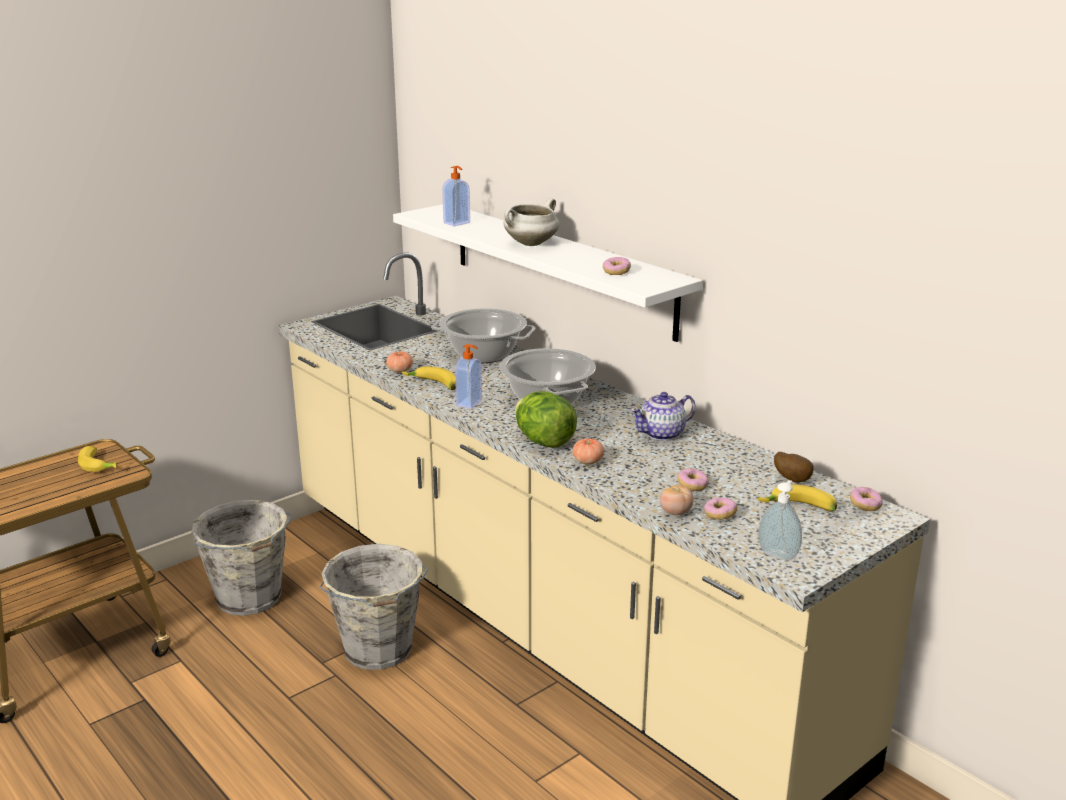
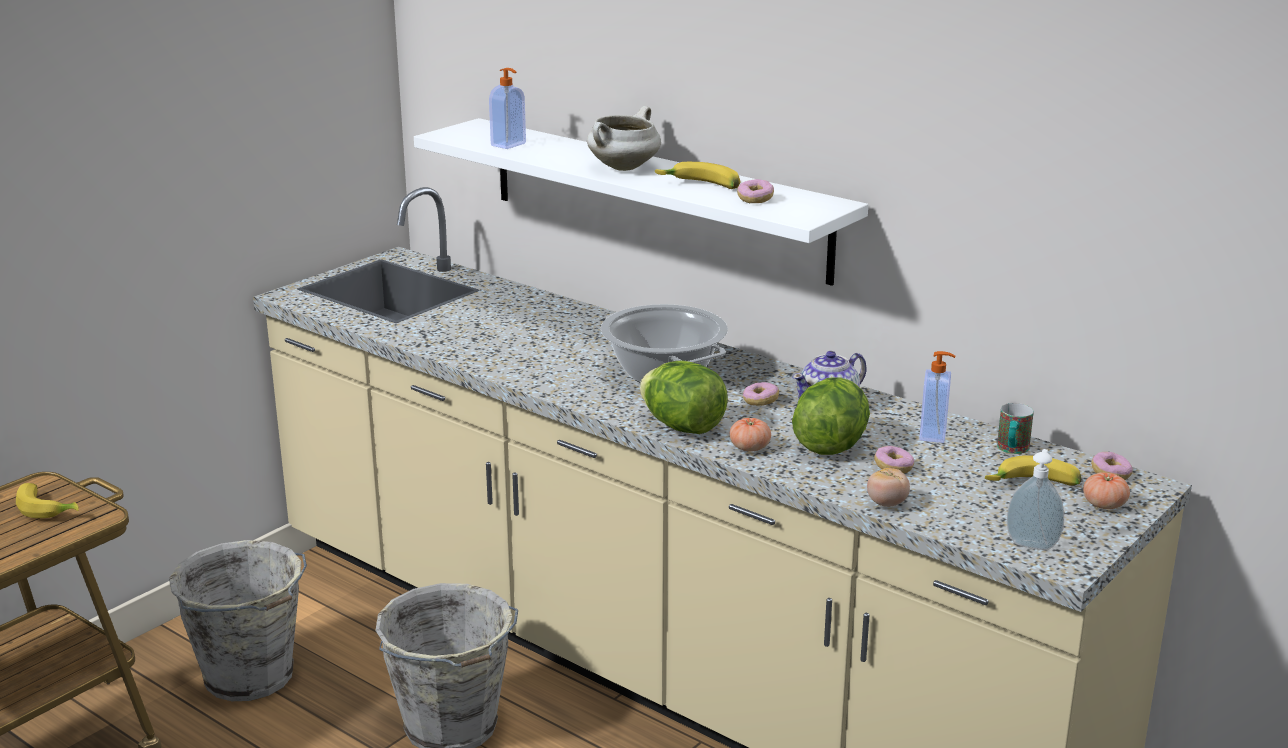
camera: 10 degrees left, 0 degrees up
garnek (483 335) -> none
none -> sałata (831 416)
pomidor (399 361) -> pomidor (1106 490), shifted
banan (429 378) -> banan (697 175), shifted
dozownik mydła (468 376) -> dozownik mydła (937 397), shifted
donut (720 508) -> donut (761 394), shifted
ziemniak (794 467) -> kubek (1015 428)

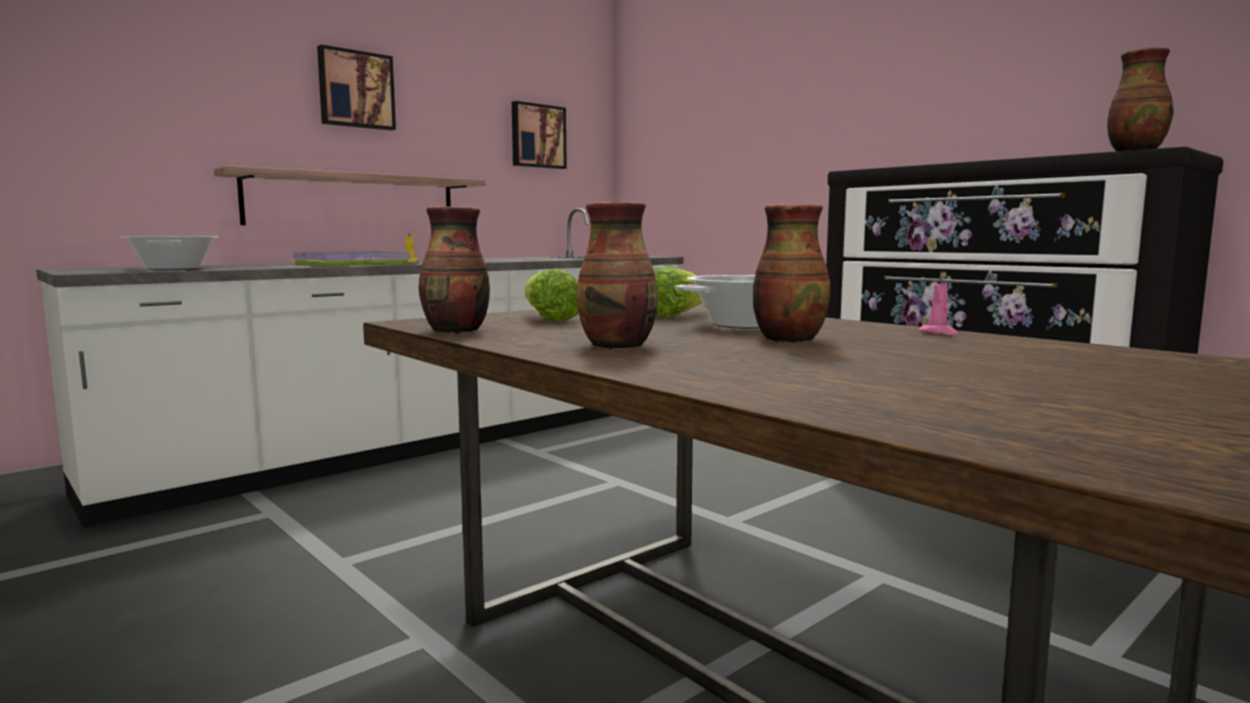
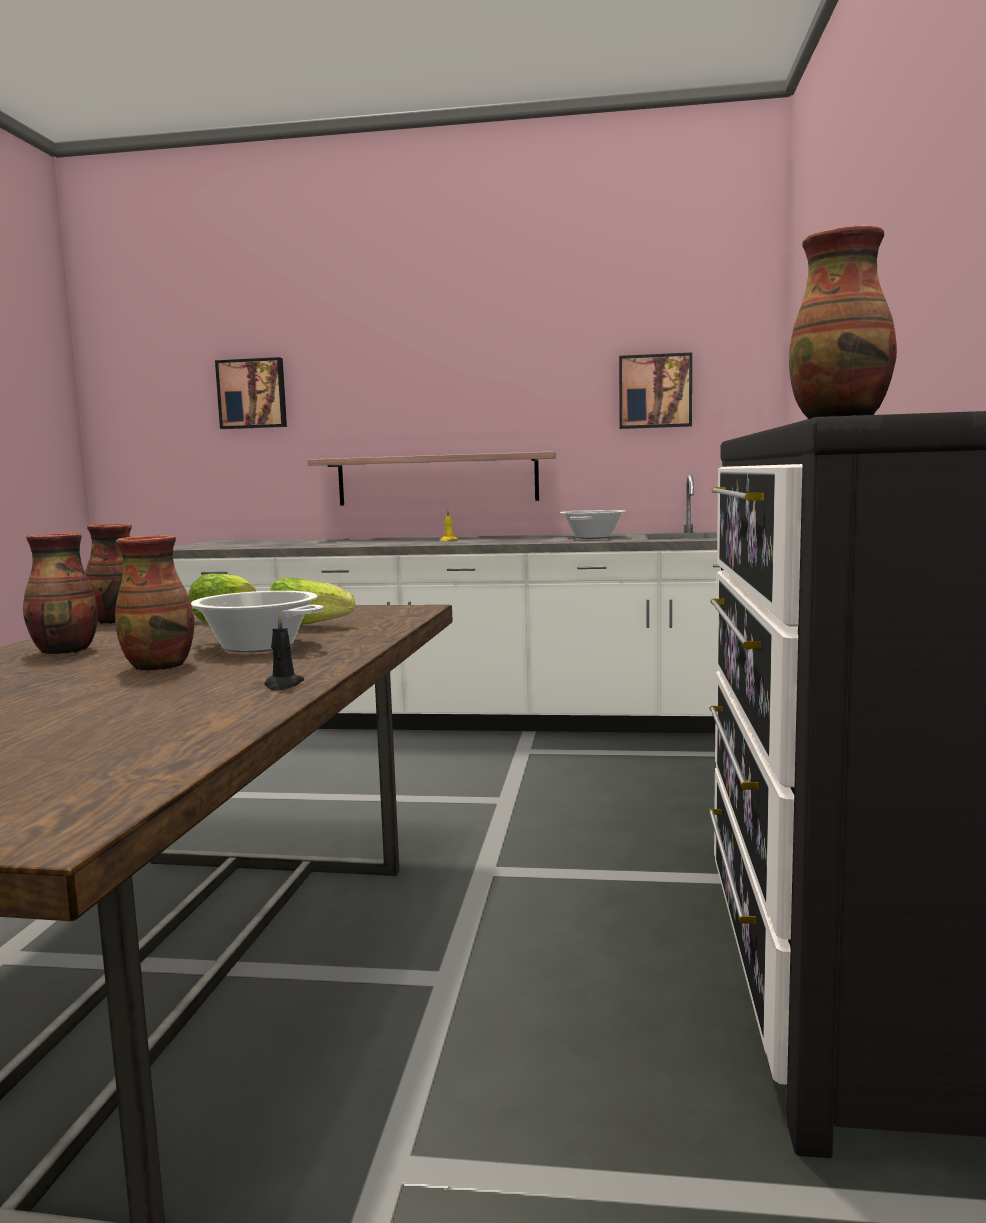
camera: 50 degrees right, 0 degrees up
taca [fioletowy] (351 258) -> none
garnek (169 253) -> garnek (593 524), shifted
obraz (356 88) -> obraz (251 393), shifted
świeca [różowy] (938 303) -> świeca [czarny] (284 651)

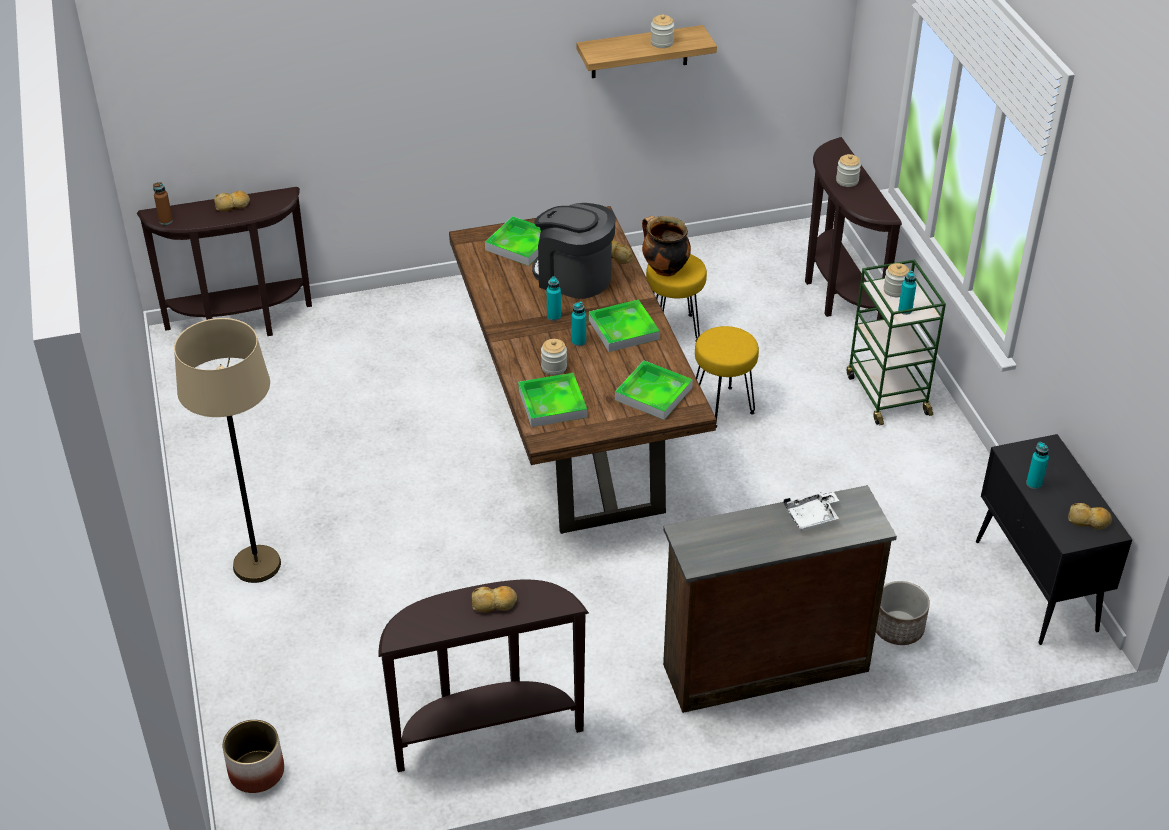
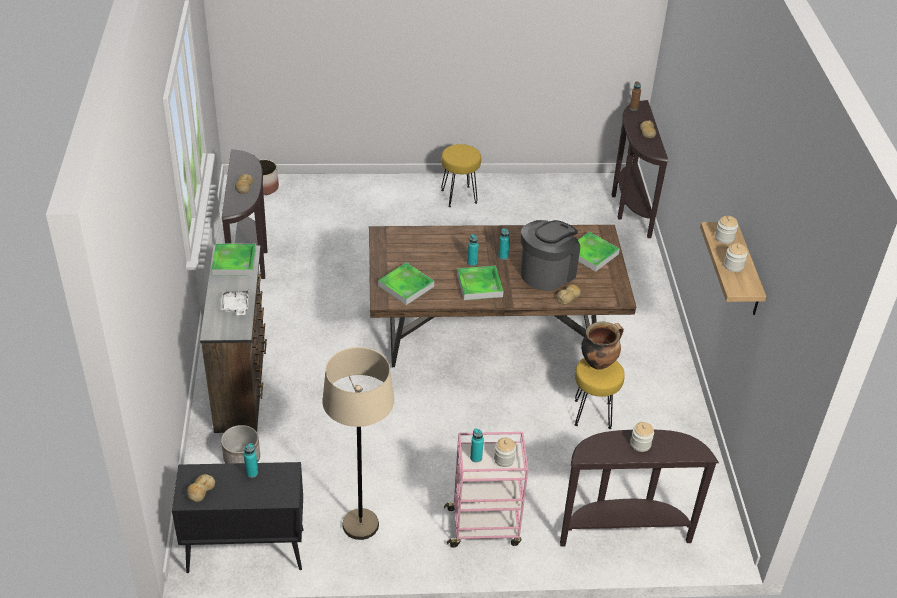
camera: 100 degrees right, 0 degrees up
lampa stojąca [beżowy] (227 450) -> lampa stojąca [beżowy] (358 443), shifted
taca (552 400) -> taca (233 260), shifted
słoik (554 357) -> słoik (726 230), shifted
stołek [żółty] (727 377) -> stołek [żółty] (461 175), shifted
wózek [zielony] (896 342) -> wózek [różowy] (486 489)

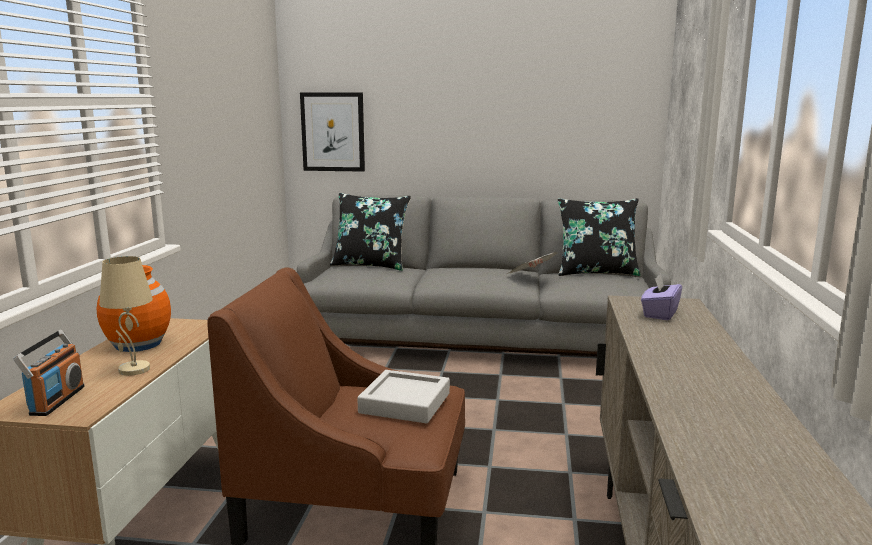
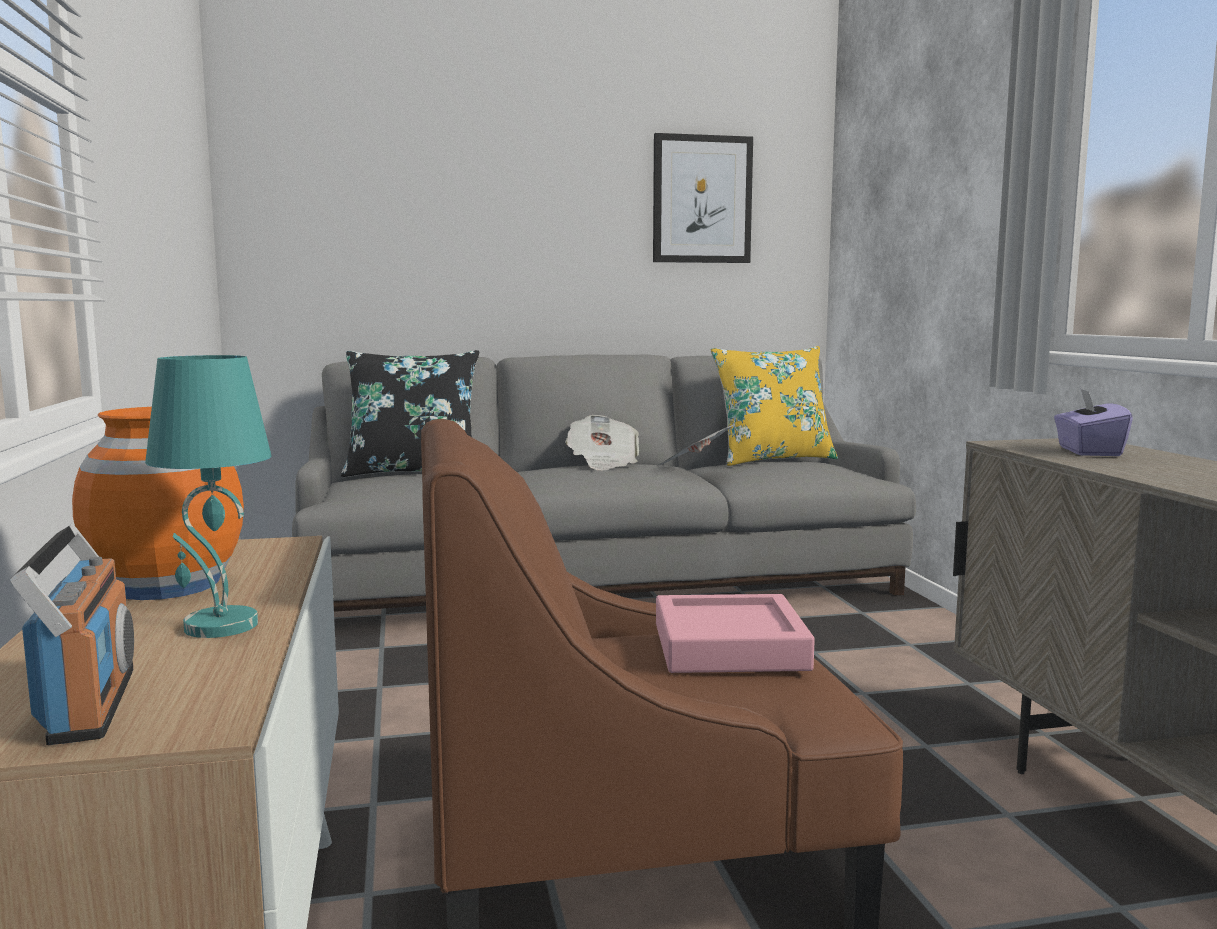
camera: 20 degrees left, 5 degrees down
none -> gazeta (602 442)
obraz (332 132) -> obraz (703 198), shifted
lampa stołowa [beżowy] (126 316) -> lampa stołowa [turkusowy] (208 496)
taca [szary] (403 396) -> taca [różowy] (735 633)
poduszka [czarny] (599 237) -> poduszka [żółty] (774 406)

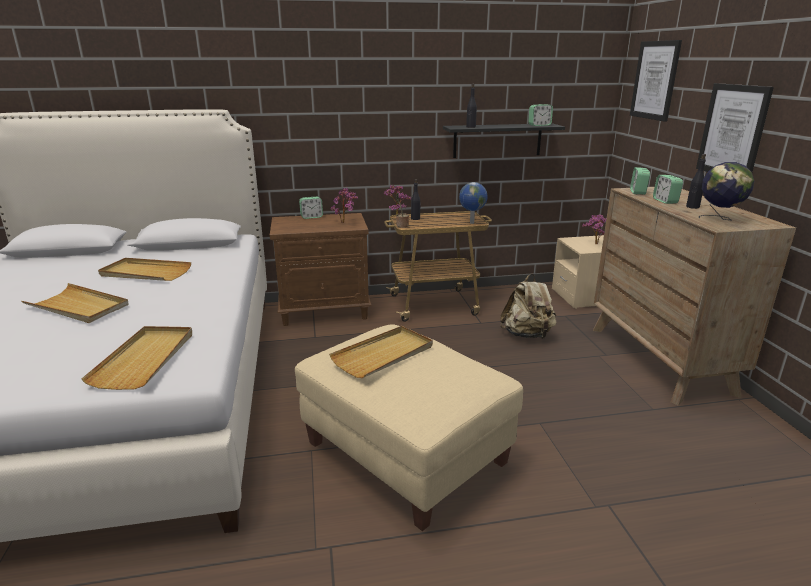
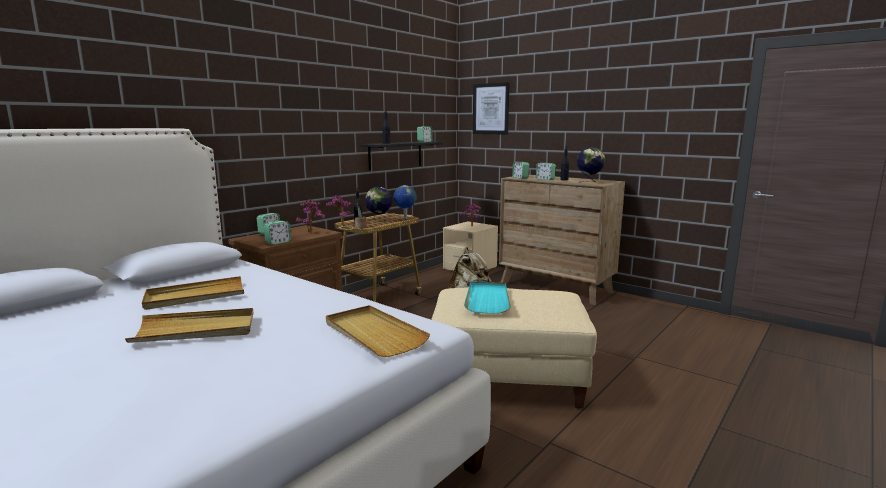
camera: 40 degrees left, 10 degrees down
obraz (735 127) -> none
none -> budzik (277 233)
none -> globus (378 204)
taca [beżowy] (381 352) -> taca [turkusowy] (487 298)

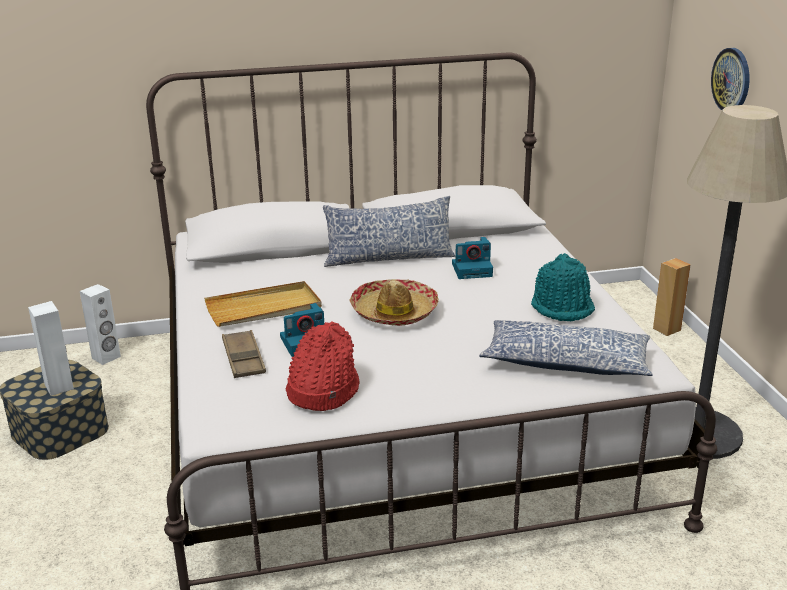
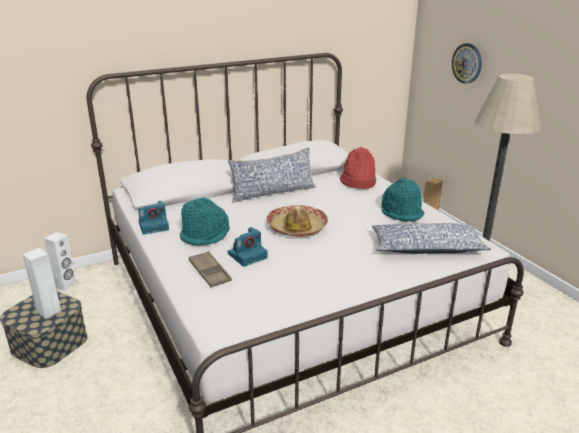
camera: 15 degrees left, 0 degrees up
kapelusz [czerwony] (323 366) -> kapelusz [czerwony] (358 168), shifted
aparat fotograficzny (472 258) -> aparat fotograficzny (153 218), shifted
taca [beżowy] (263 304) -> kapelusz [turkusowy] (205 221)

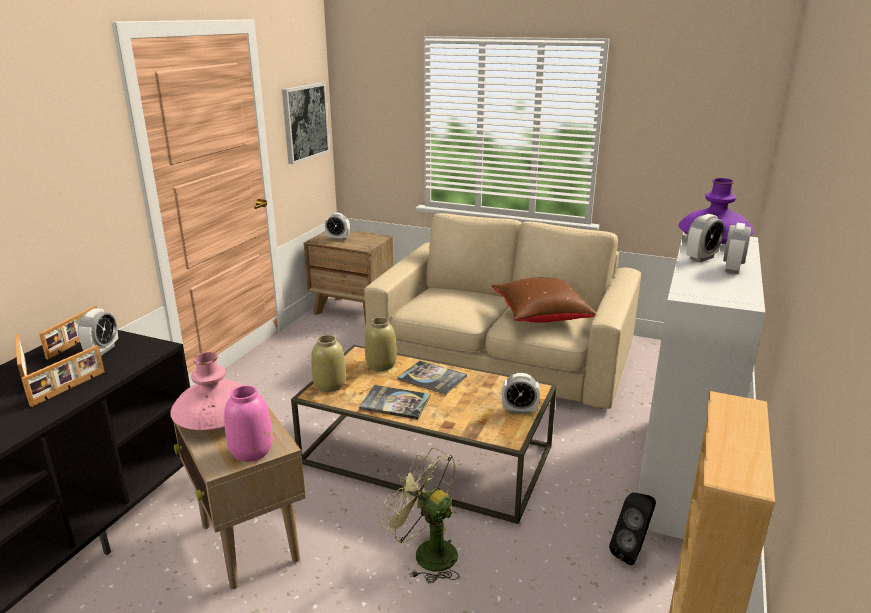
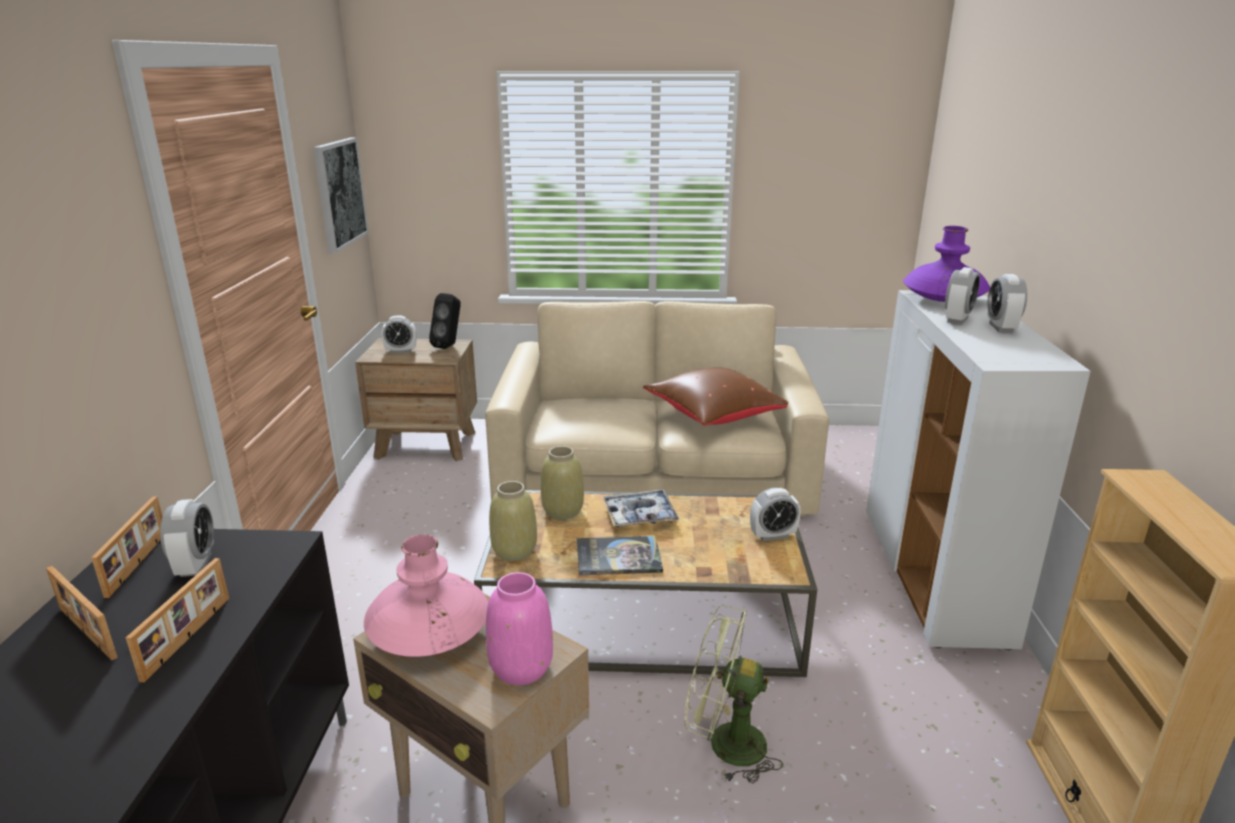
camera: 20 degrees left, 0 degrees up
głośnik [czarny] (632 528) -> głośnik [czarny] (445 321), shifted
książka (432 378) -> taca (641 508)

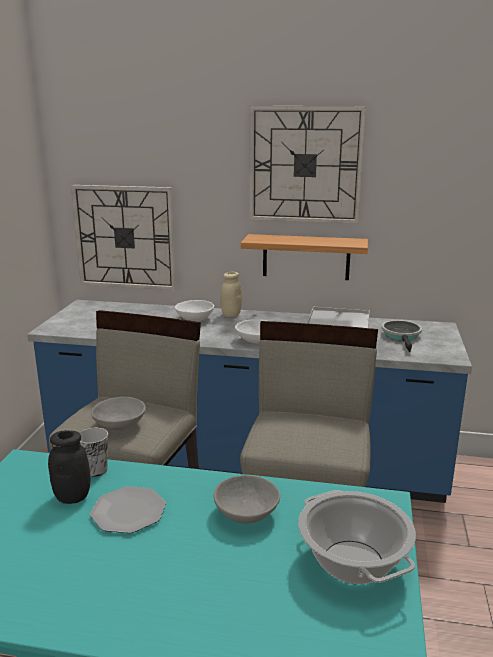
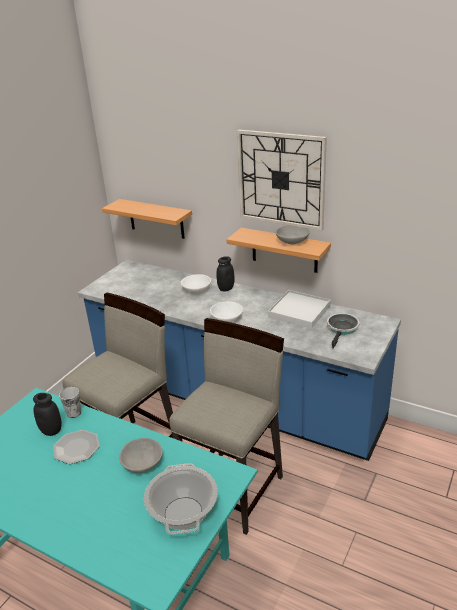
camera: 20 degrees right, 10 degrees up
miska [szary] (118 413) -> miska [szary] (293 234), shifted
zegar ścienny (123 237) -> półka (147 219)
słoik [beżowy] (231 294) -> słoik [czarny] (225 273)

